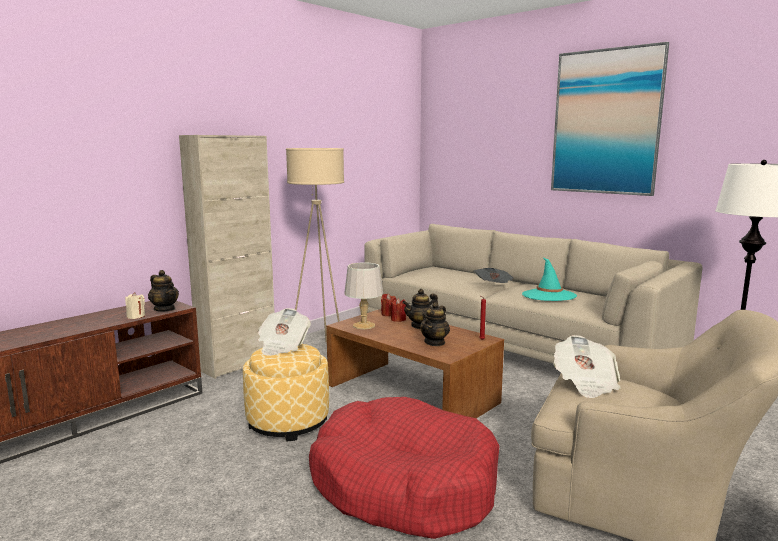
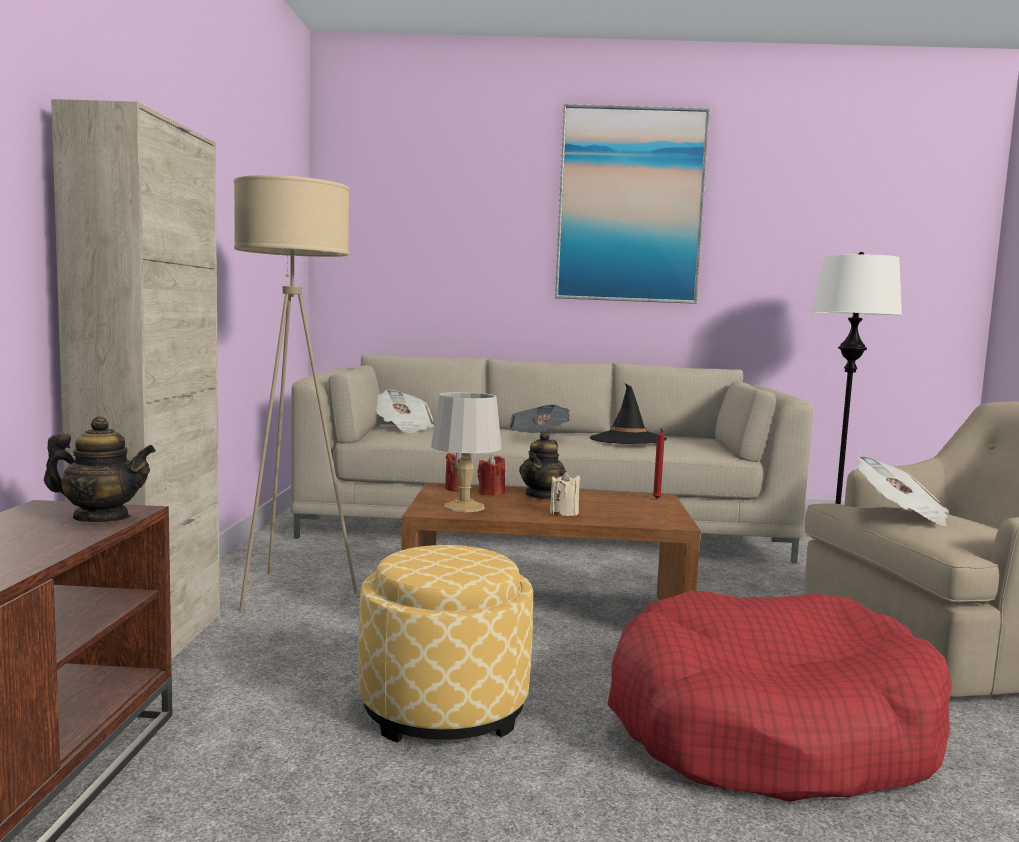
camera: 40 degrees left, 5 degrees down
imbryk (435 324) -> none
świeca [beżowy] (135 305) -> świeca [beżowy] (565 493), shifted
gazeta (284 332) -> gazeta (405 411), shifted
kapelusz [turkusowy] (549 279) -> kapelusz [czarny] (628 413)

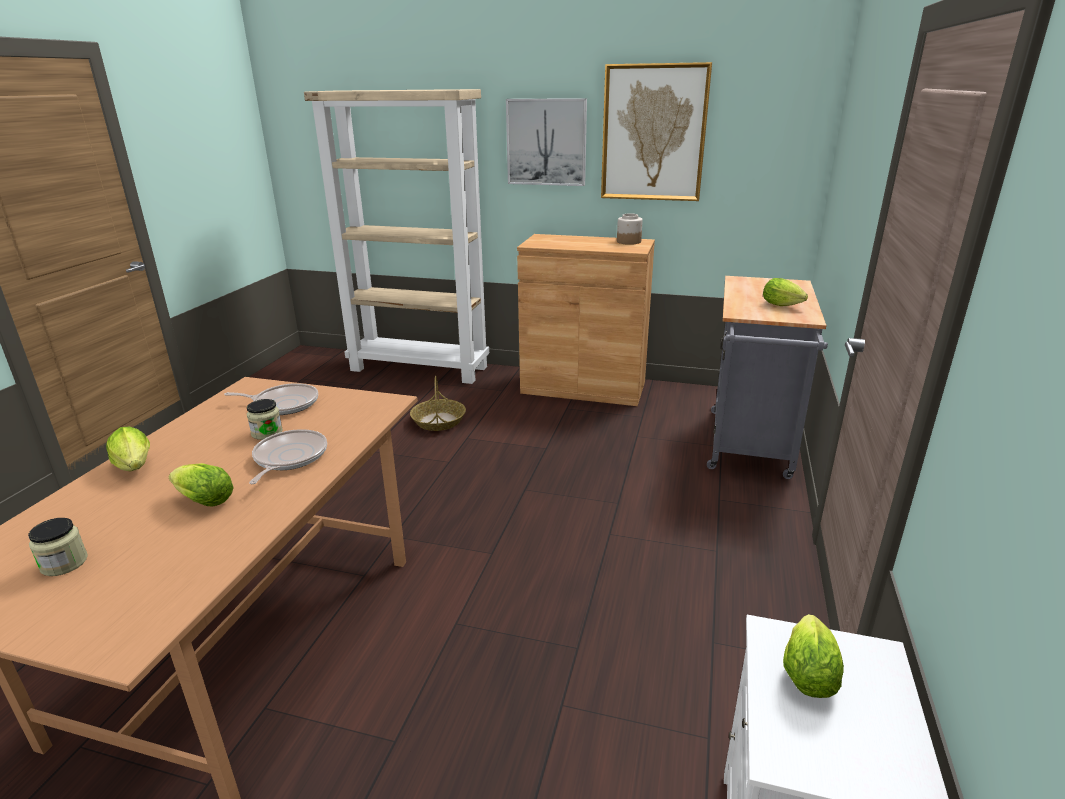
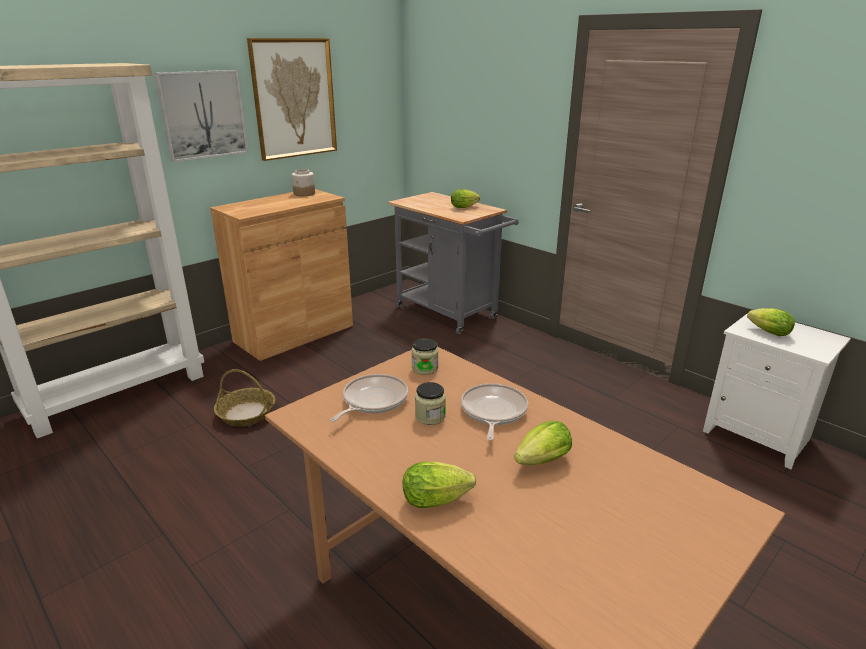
camera: 60 degrees left, 0 degrees up
słoik (58 547) -> słoik (424 356), shifted
patelnia (288 456) -> patelnia (494 412), 60 degrees clockwise

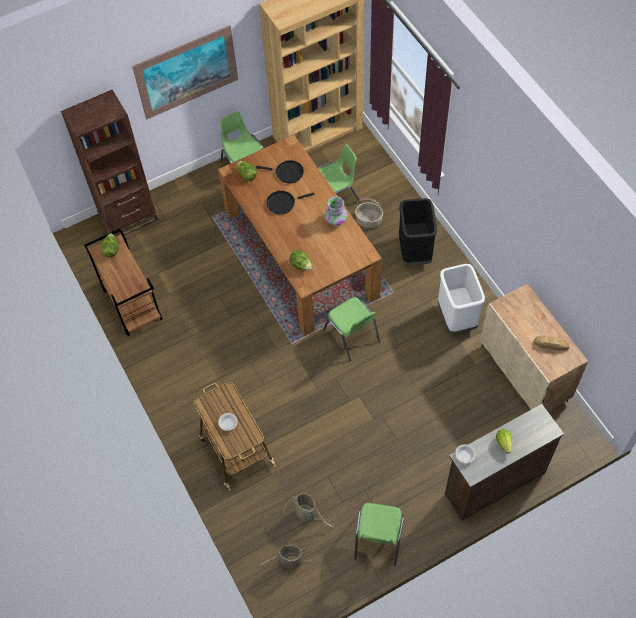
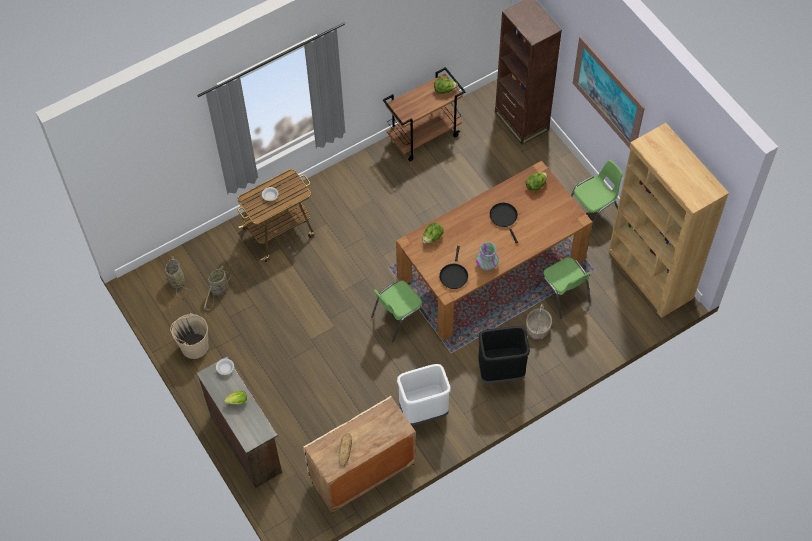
camera: 85 degrees right, 0 degrees up
patelnia [czarny] (280 171) -> patelnia [czarny] (453 267), shifted
krzesło [zielony] (379 534) -> wiadro [beżowy] (189 336)

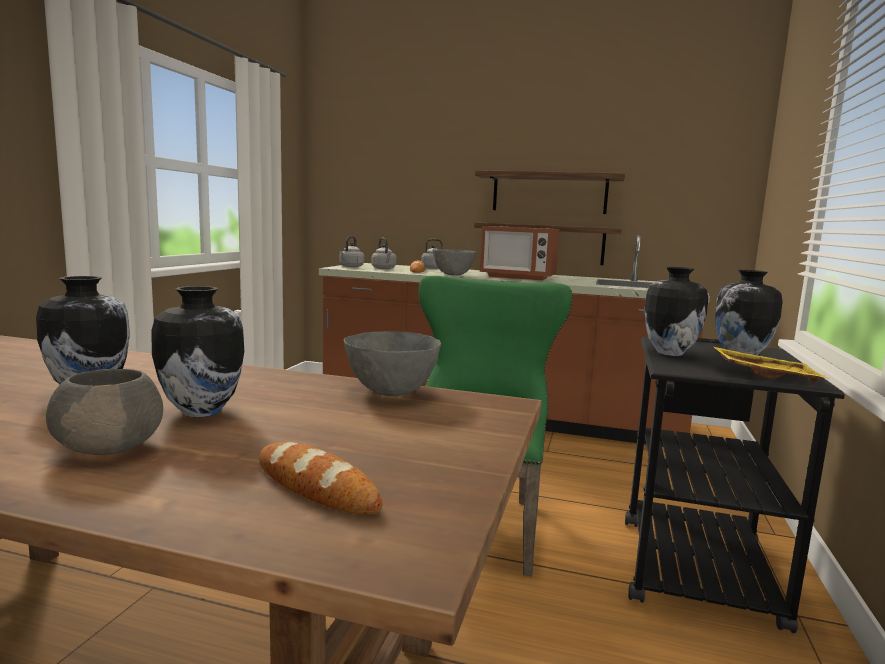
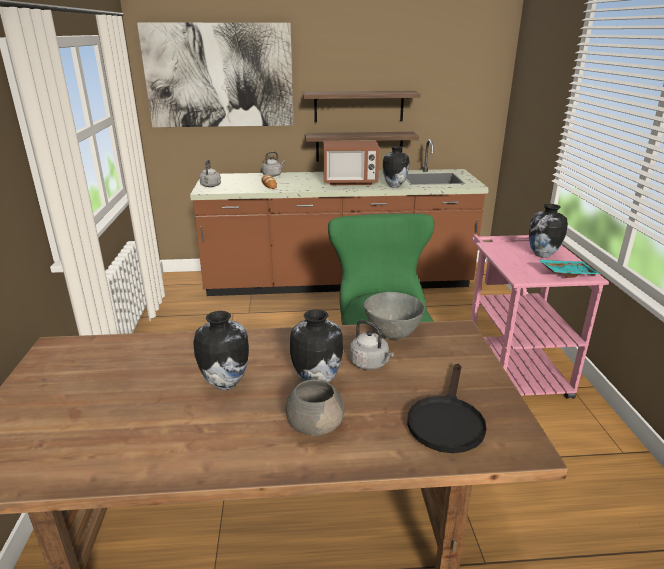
camera: 20 degrees left, 15 degrees up
miska [szary] (454 262) -> none
none -> obraz (215 75)
czajnik [szary] (383 253) -> czajnik [szary] (372 345), shifted
wazon (676 311) -> wazon (396 167), shifted
chleb (321 478) -> patelnia [czarny] (446 408)
wózek [czarny] (735 485) -> wózek [różowy] (539 316)
taca [żółty] (771 364) -> taca [turkusowy] (569 268)

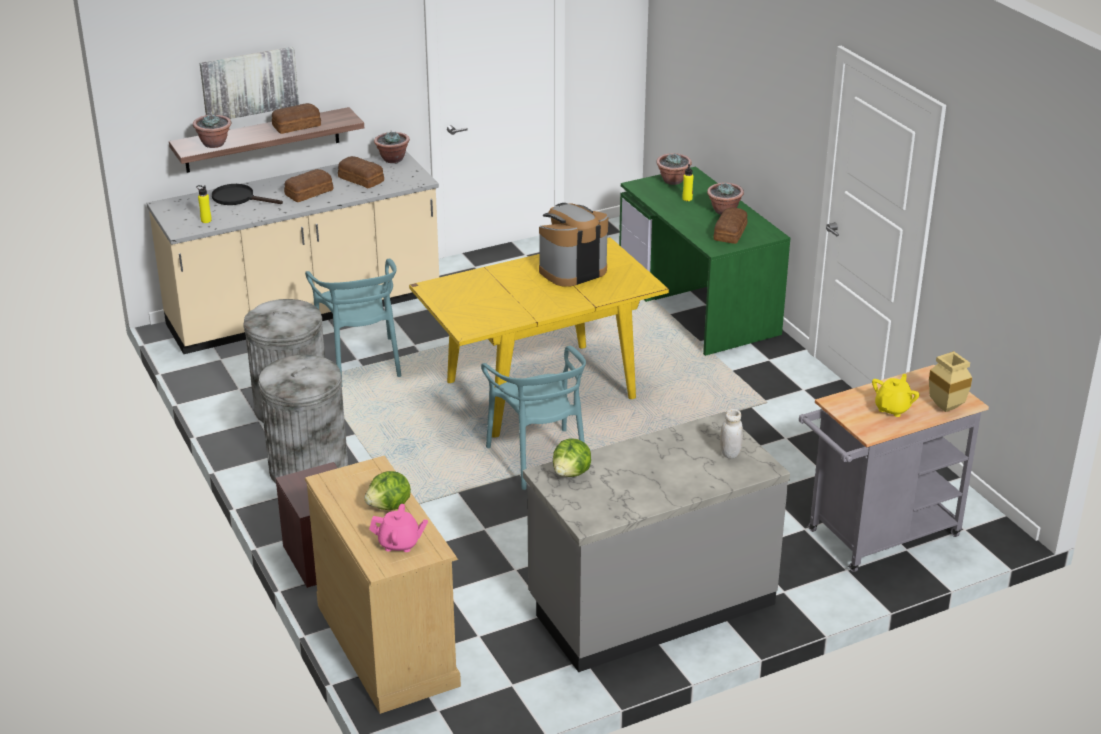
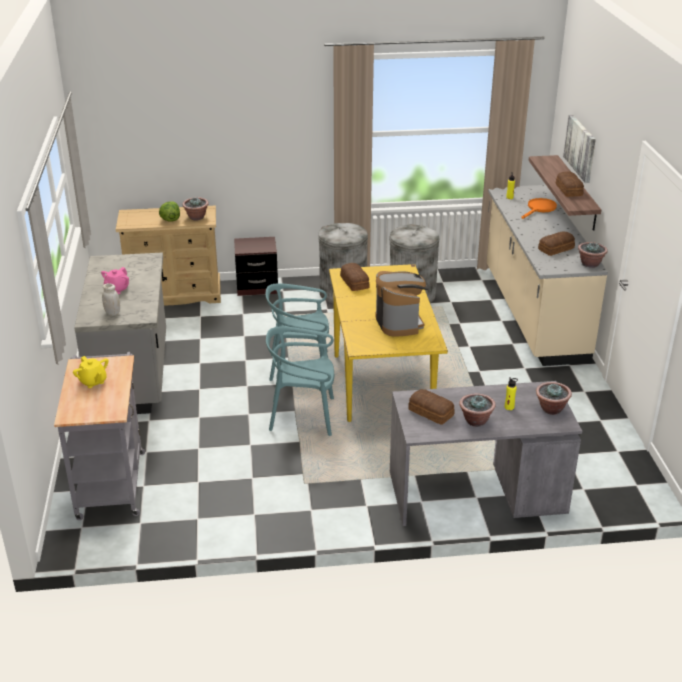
camera: 110 degrees right, 0 degrees up
sałata (572 457) -> none
wazon [beżowy] (950 381) -> none
roślina doniczkowa (212 131) -> roślina doniczkowa (195 208), shifted
chleb (308 185) -> chleb (355 277), shifted
krzesło [turkusowy] (353 318) -> krzesło [turkusowy] (300 381), shifted
imbryk [różowy] (398 528) -> imbryk [różowy] (115 280), shifted
patelnia [czarny] (247 194) -> patelnia [pomarańczowy] (539 208)
biurko [zielony] (704 261) -> biurko [szary] (486 453)

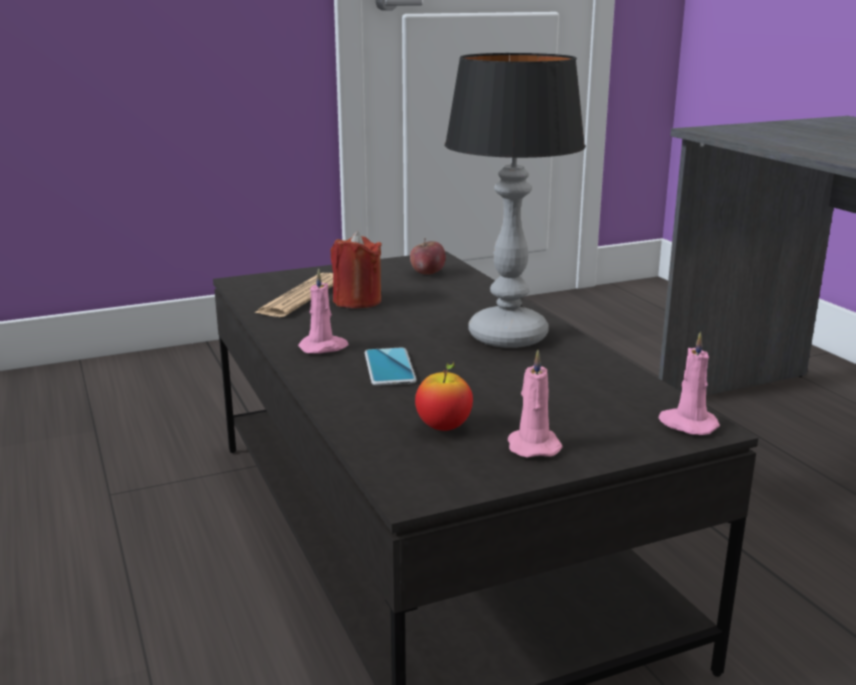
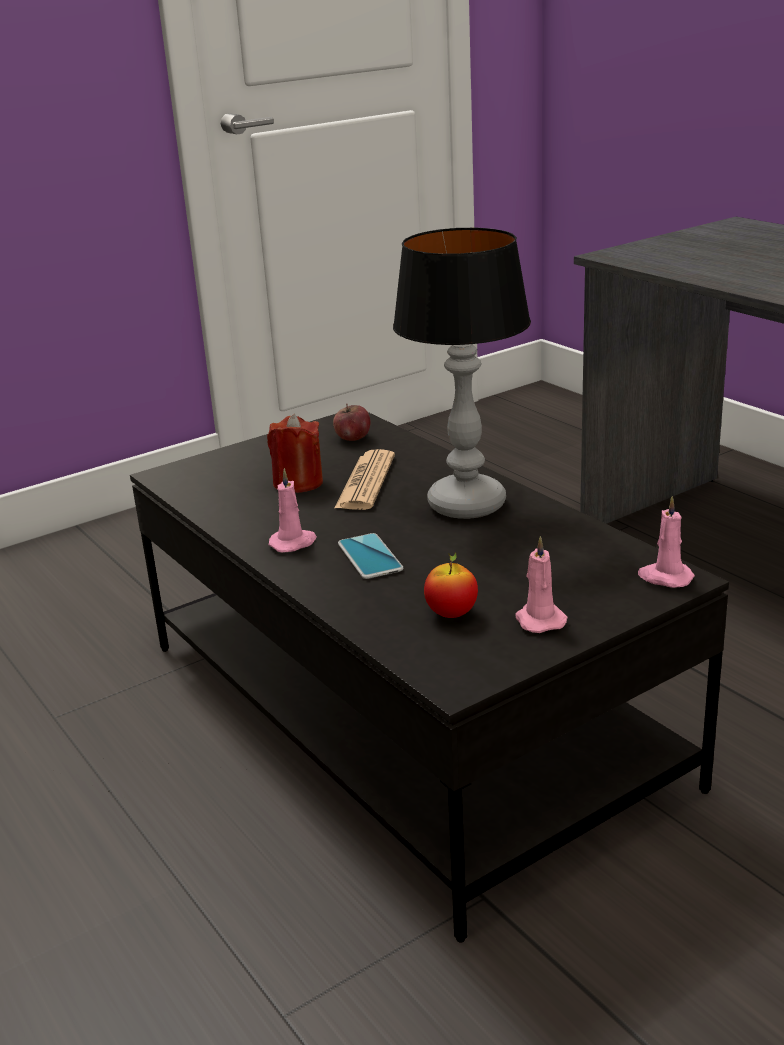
camera: 10 degrees left, 5 degrees up
gazeta (293 295) -> gazeta (365 479), shifted

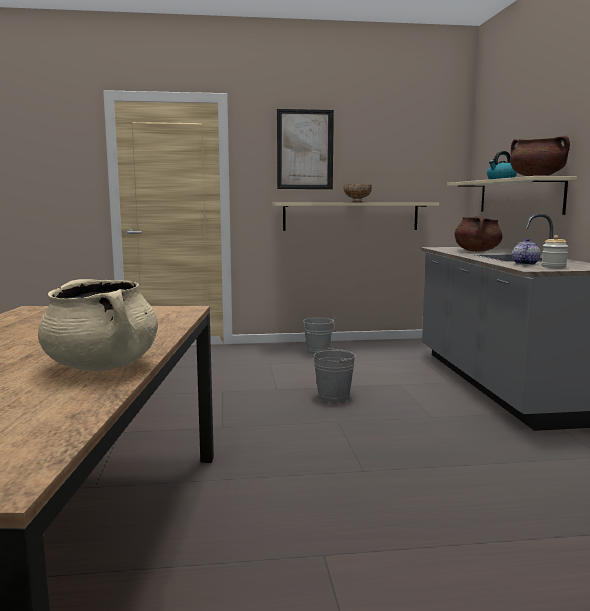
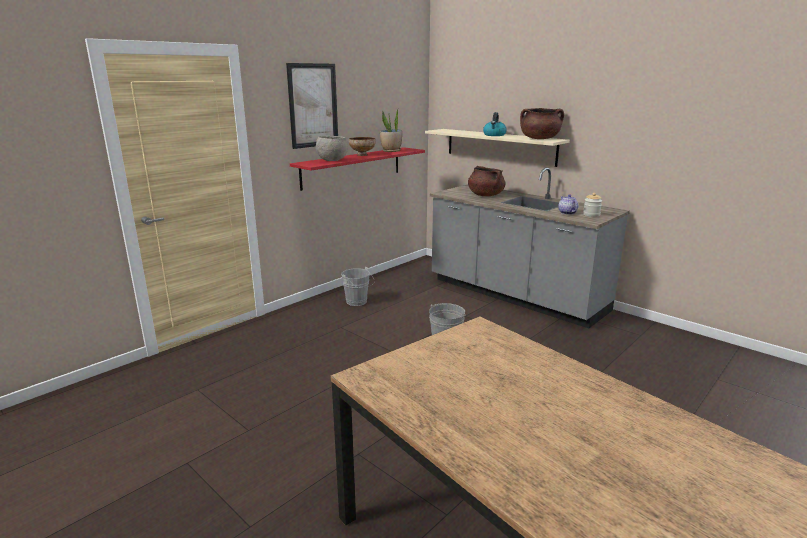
camera: 40 degrees left, 10 degrees up
garnek [beżowy] (98 325) -> none
none -> miska [szary] (332 148)
none -> roślina doniczkowa (391 130)
półka [beżowy] (356 217) -> półka [czerwony] (357 169)

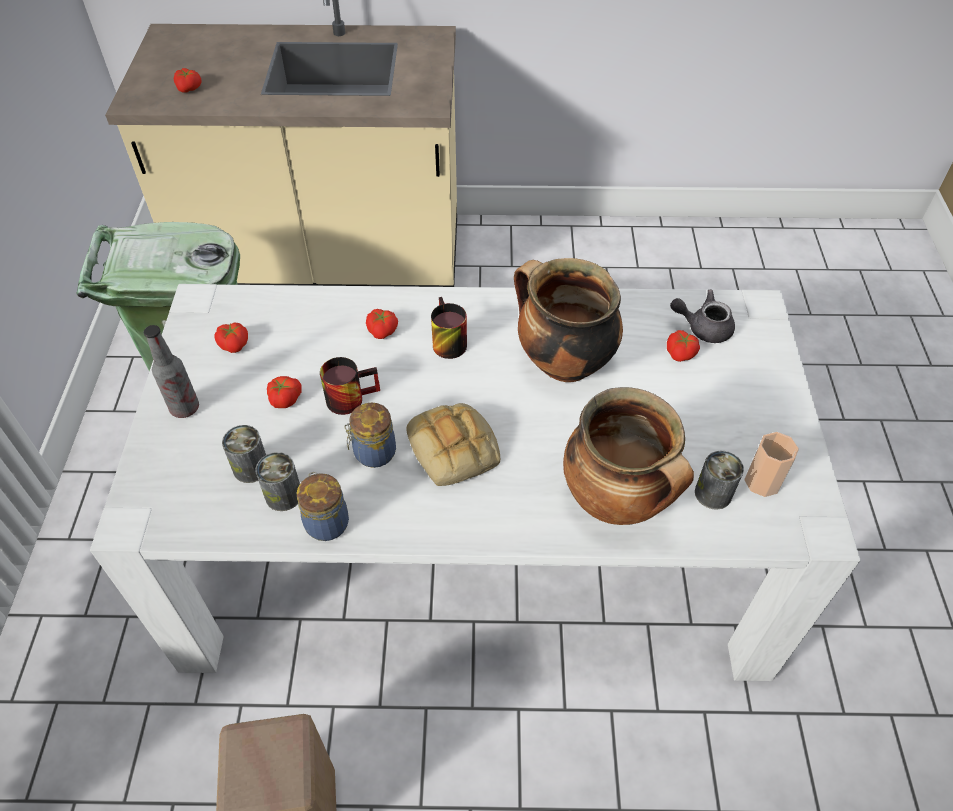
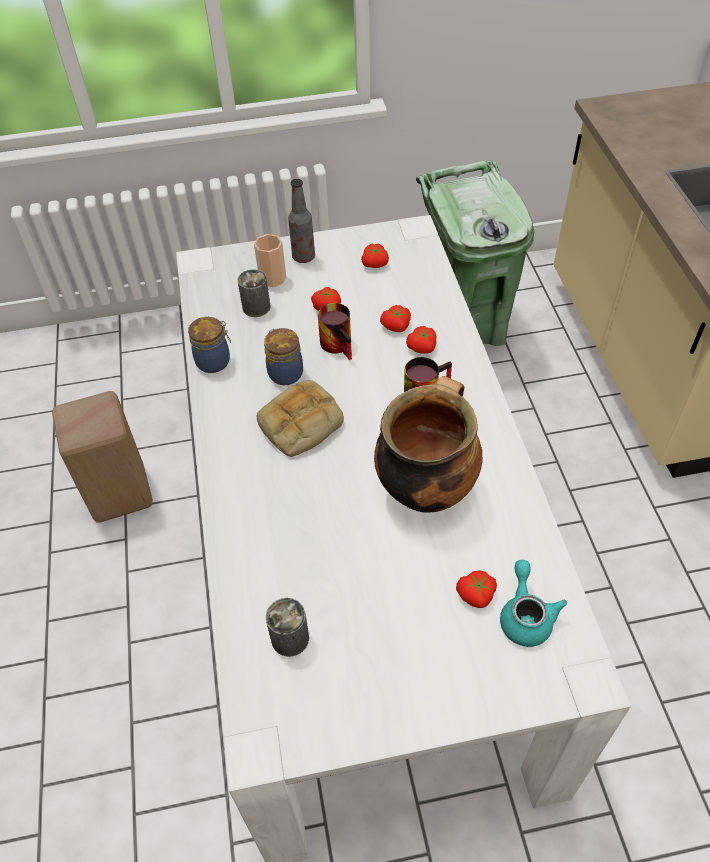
camera: 80 degrees right, 0 degrees up
puszka (278 481) -> none
garnek (628 456) -> none
pomidor (188 80) -> pomidor (395 318), shifted
filiżanka (771 464) -> filiżanka (270 260), shifted
imbryk [szary] (702 316) -> imbryk [turkusowy] (533 603)

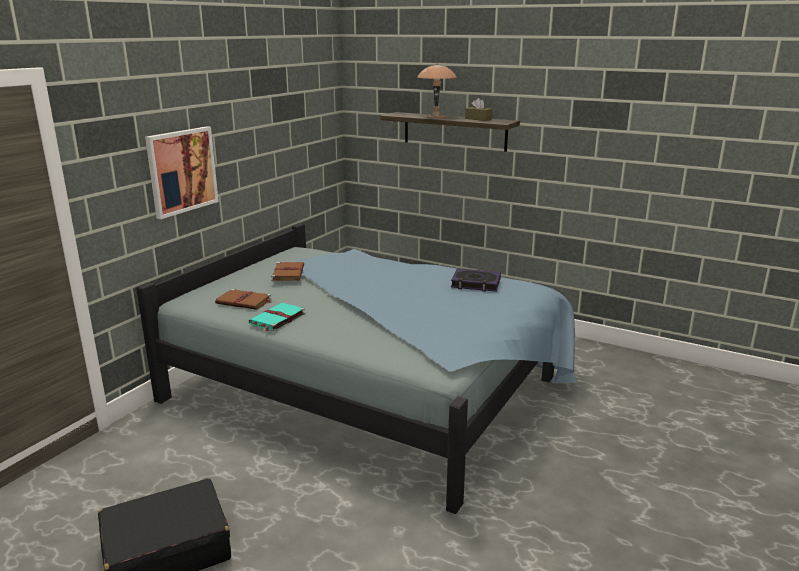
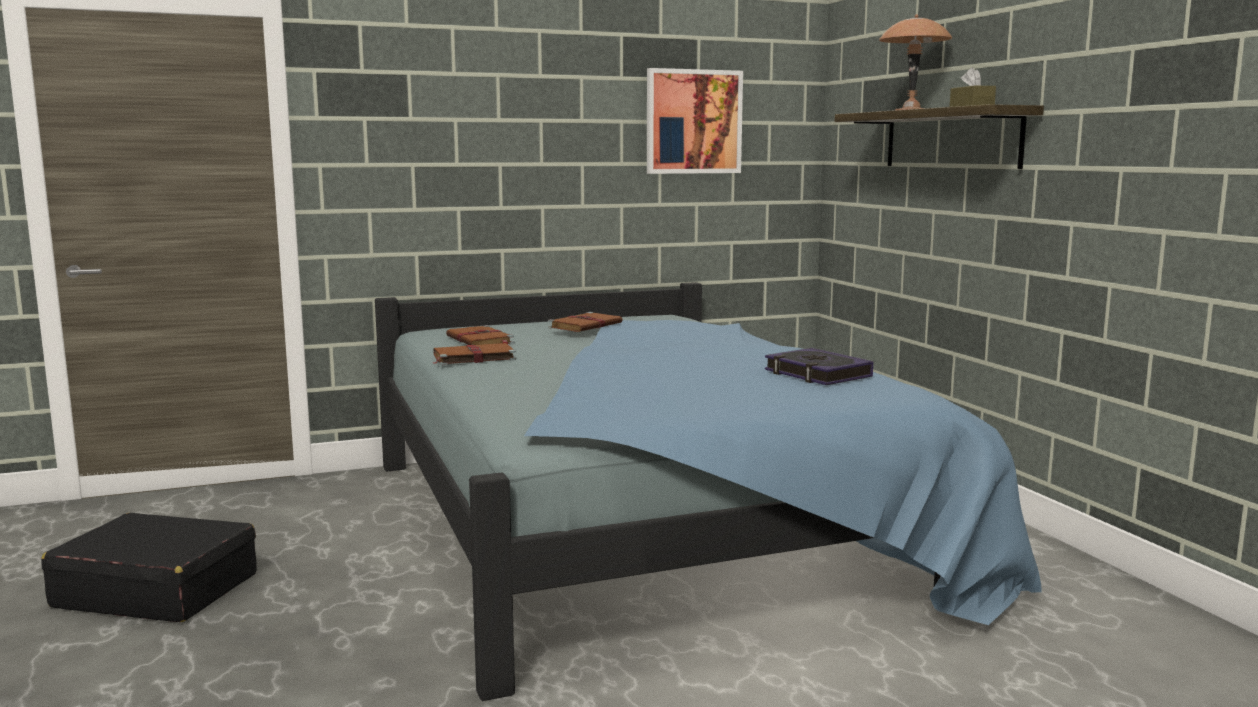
camera: 40 degrees right, 10 degrees down
obraz (182 172) -> obraz (695 121), shifted
książka [turkusowy] (276 317) -> książka [brązowy] (474 354)

